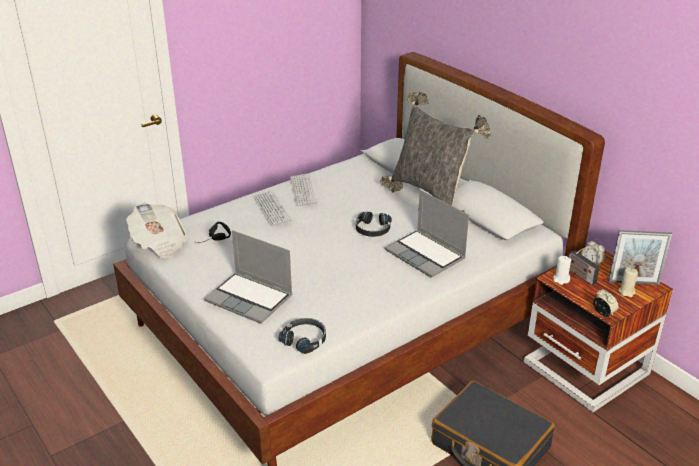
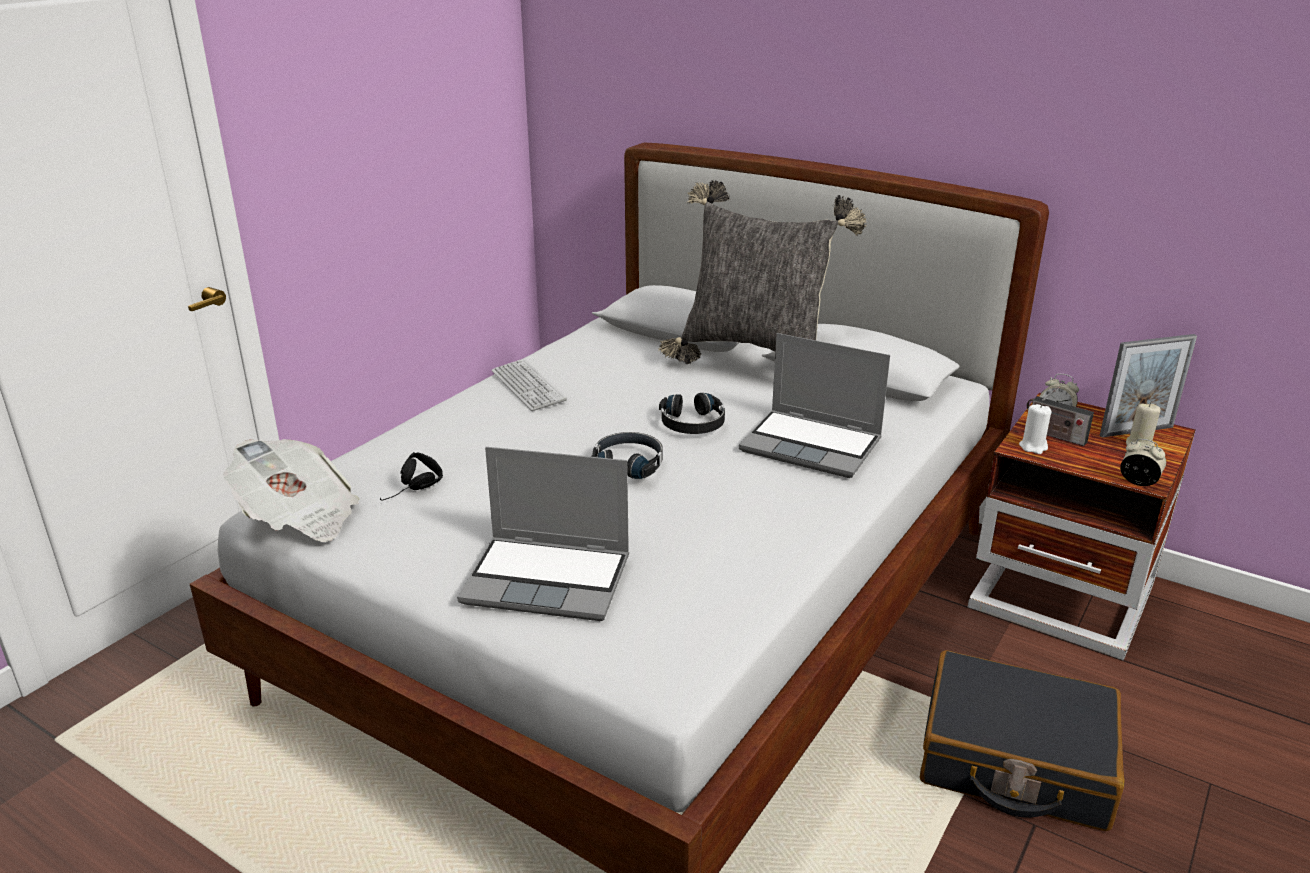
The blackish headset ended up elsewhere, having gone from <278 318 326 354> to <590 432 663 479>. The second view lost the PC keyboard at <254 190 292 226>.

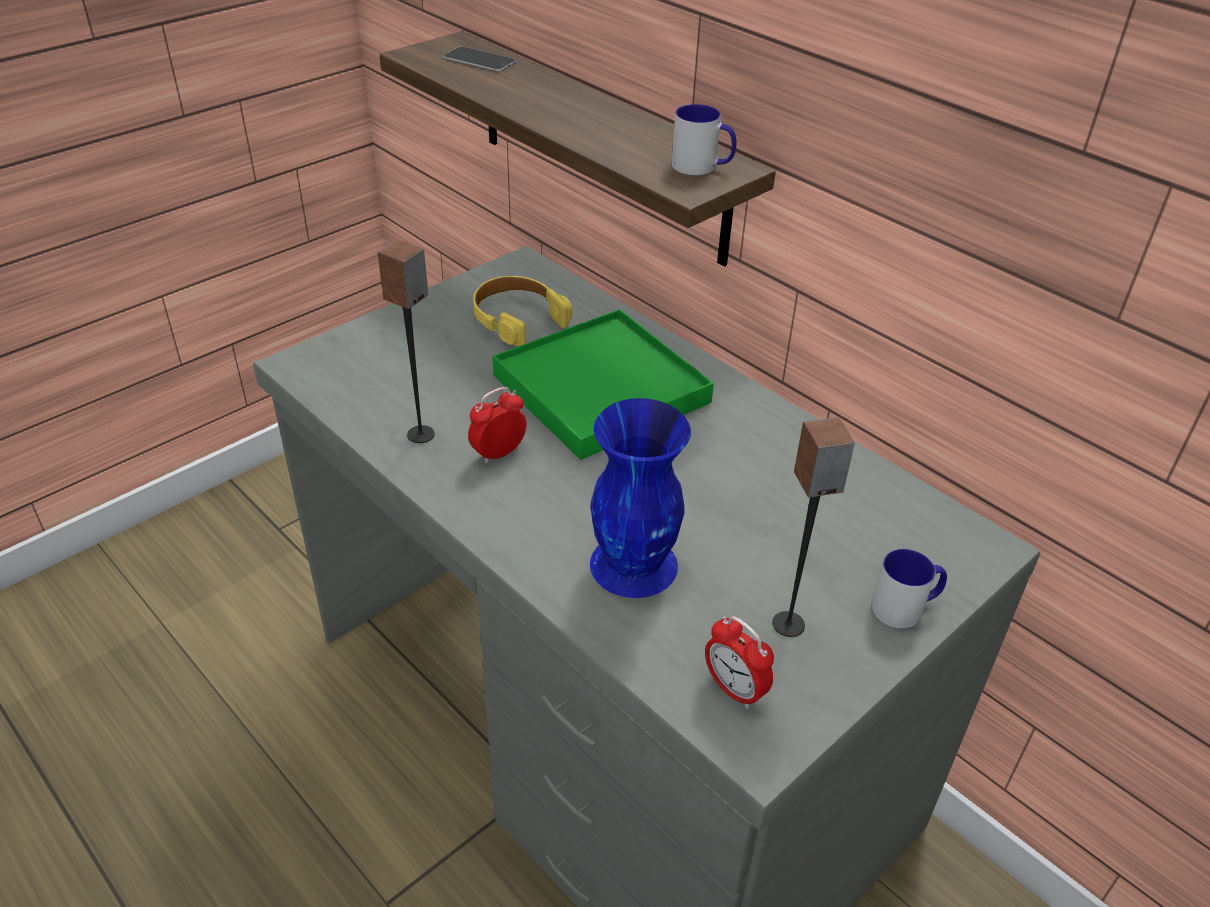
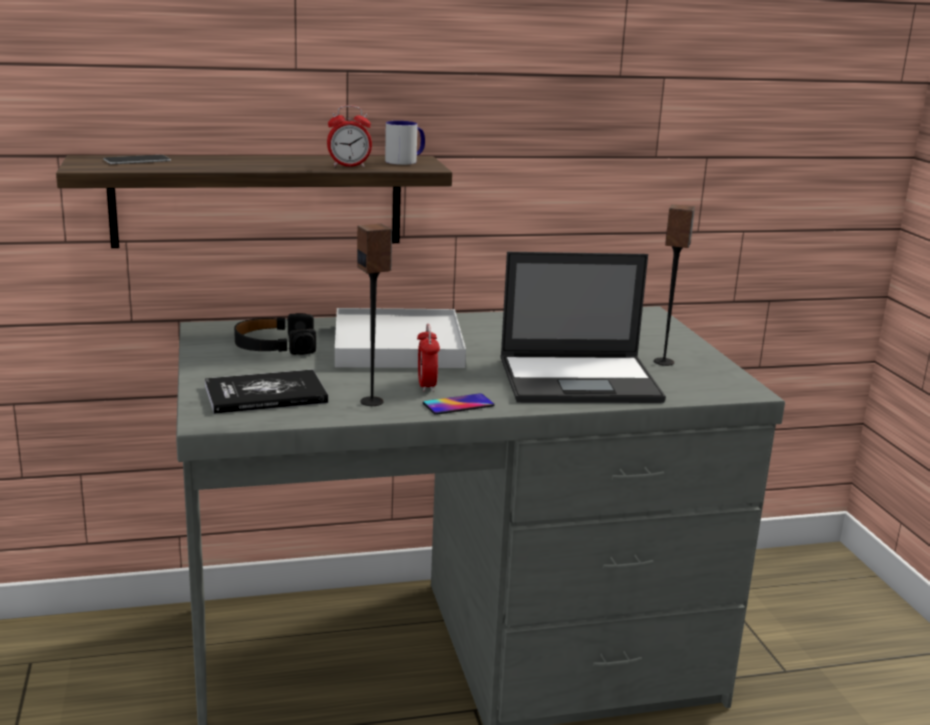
The second view gained the book at <205 370 328 414>. What was the yellow headset at <473 276 572 346> turned into the blackish headset at <234 313 316 355>. The table clock ended up elsewhere, having gone from <705 616 774 709> to <327 105 372 167>. What was the green-coloured tray at <493 309 714 460> turned into the white-coloured tray at <335 308 466 368>. The second view gained the phone at <423 393 495 415>. Where the blue-coloured decorative vase stood at <590 398 691 598>, the laptop came to stand at <500 252 666 403>. The second view lost the mug at <871 549 947 628>.

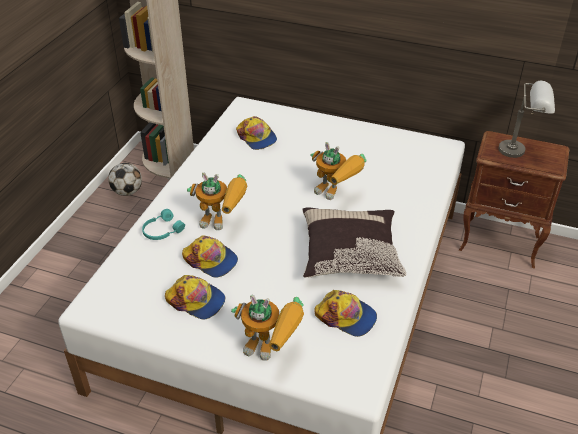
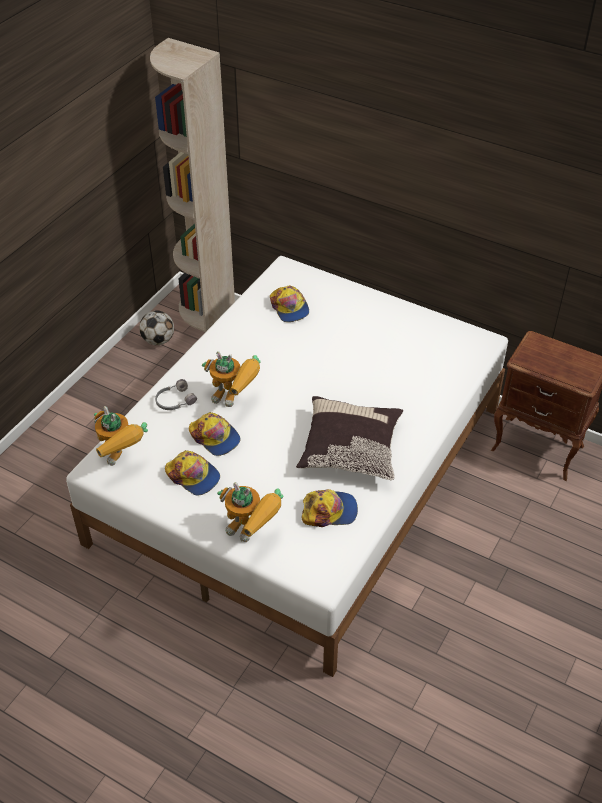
The model robot ended up elsewhere, having gone from <310 142 367 200> to <94 406 148 466>. What was the turquoise-coloured headset at <142 209 185 240> turned into the gray headset at <155 379 197 410>. The peaked cap at <314 290 377 337> ended up facing another way, 45 degrees counterclockwise from before. The second view lost the gray lamp for a table at <498 81 555 158>.

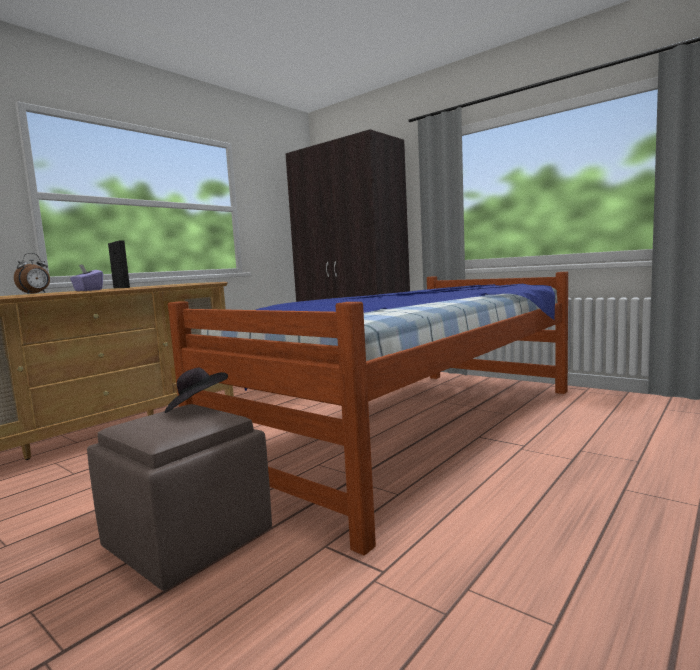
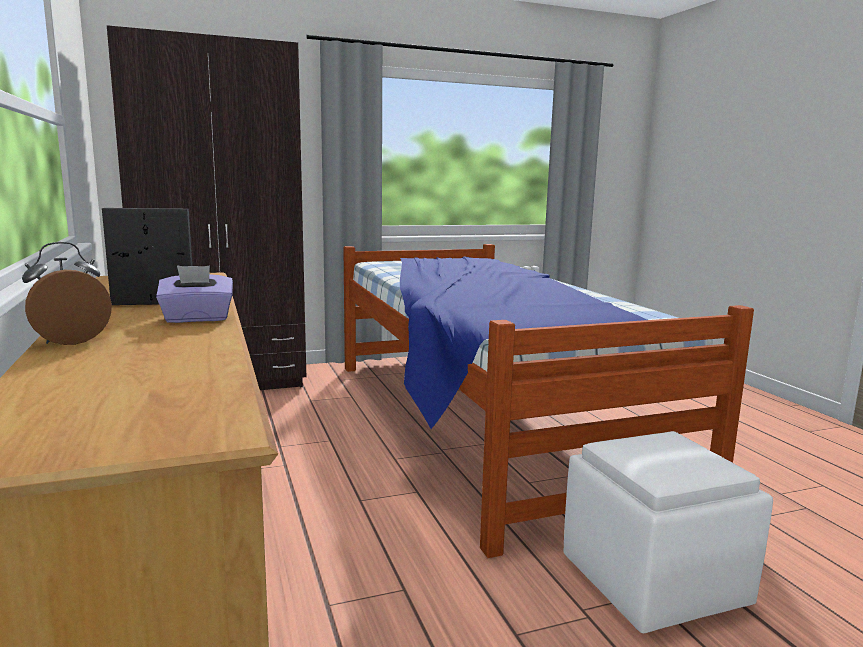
The table clock at <14 253 50 294> ended up facing another way, 105 degrees counterclockwise from before. What was the brownish footrest at <87 404 272 591> turned into the white-coloured footrest at <564 431 773 633>. The second view lost the blackish hat at <165 368 228 413>.

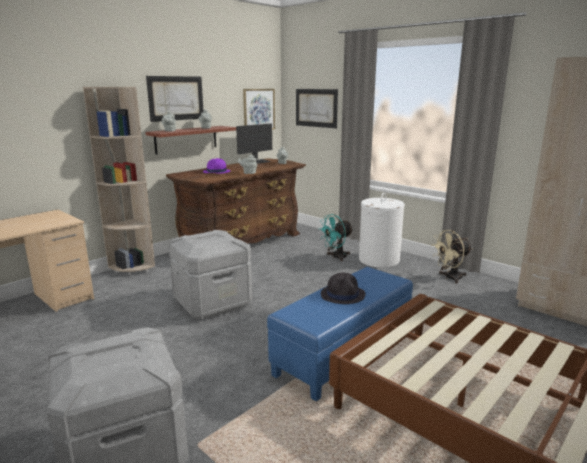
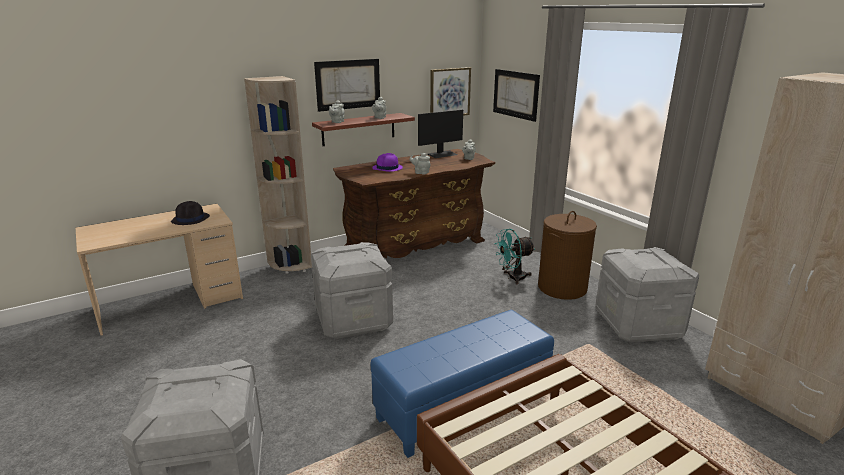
The blackish hat ended up elsewhere, having gone from <321 273 365 304> to <171 201 210 225>. What was the white-coloured laundry basket at <359 193 405 268> turned into the brownish laundry basket at <538 211 597 300>. Where the sand-coloured electric fan stood at <431 230 473 283>, the gray storage bin came to stand at <595 247 699 343>.

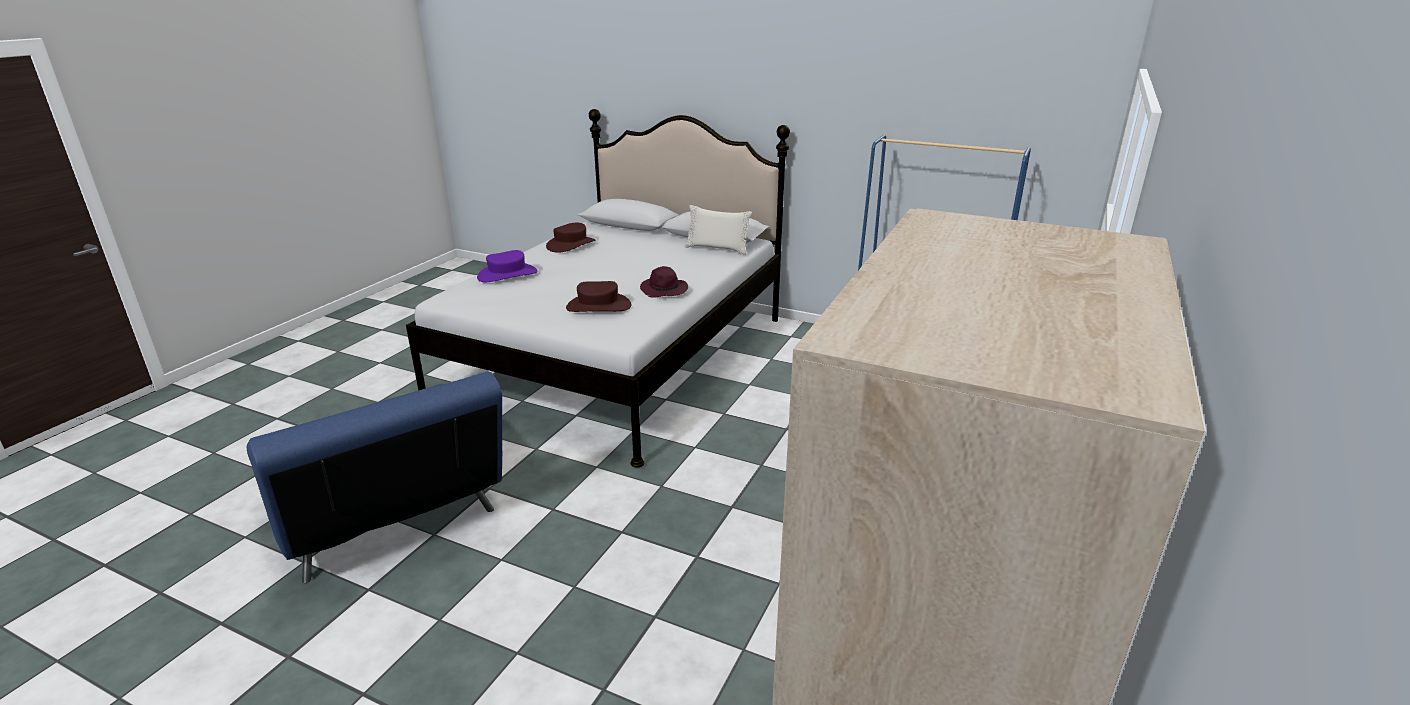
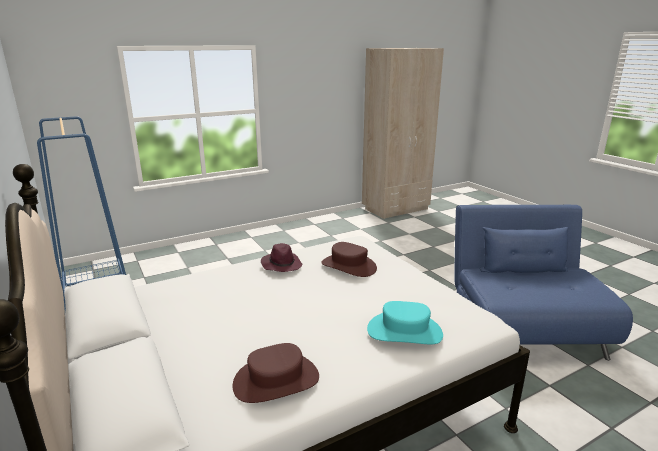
What was the purple hat at <477 250 538 282> turned into the turquoise-coloured hat at <367 301 443 344>. The second view lost the white-coloured pillow at <685 205 752 255>.

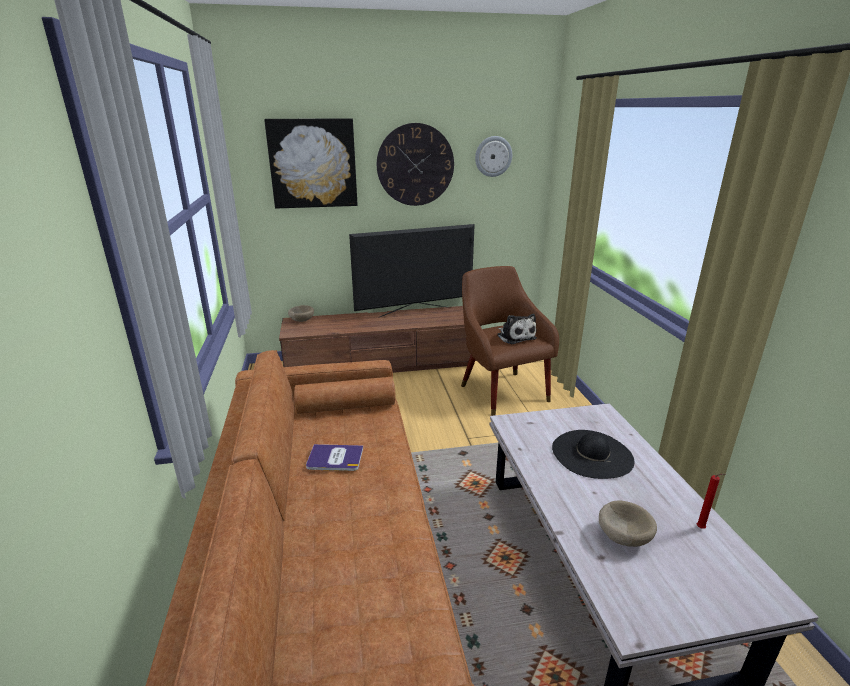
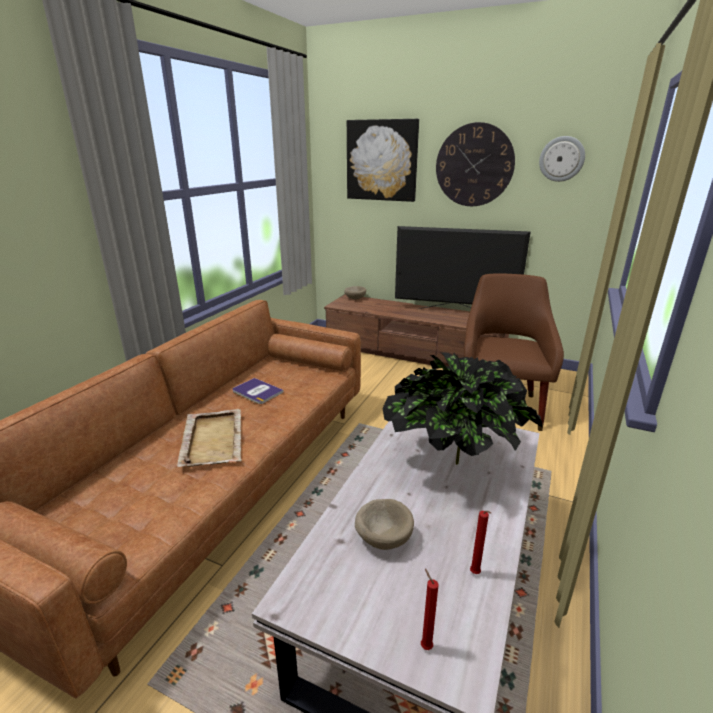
The second view gained the sand-coloured tray at <177 409 242 467>. Where the blackish hat stood at <552 430 634 479>, the potted plant came to stand at <383 352 542 465>. The second view gained the red wax light at <421 569 438 650>. The second view lost the cuddly toy at <497 314 537 344>.

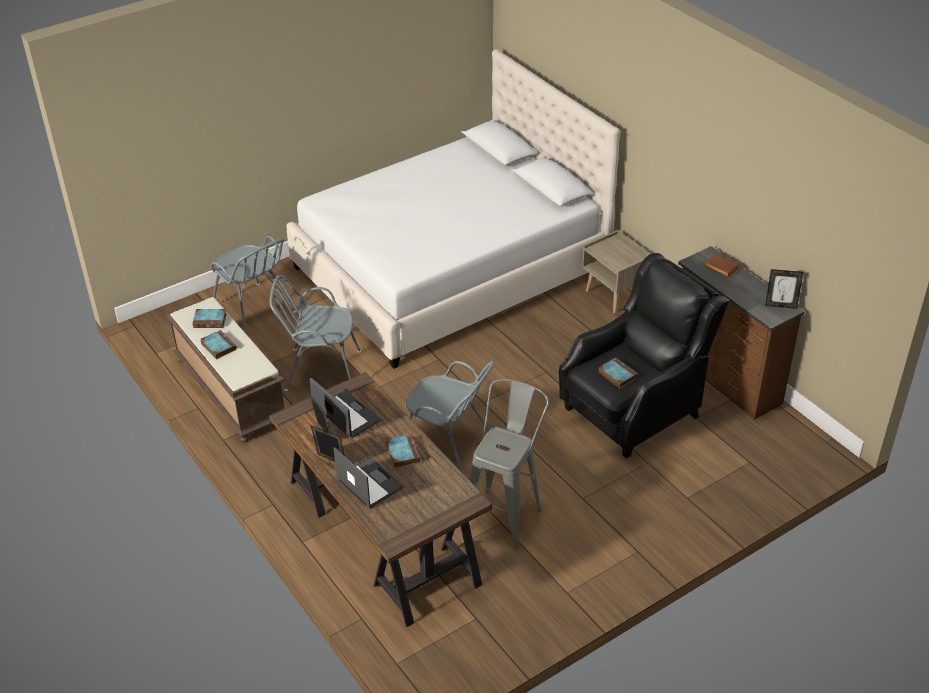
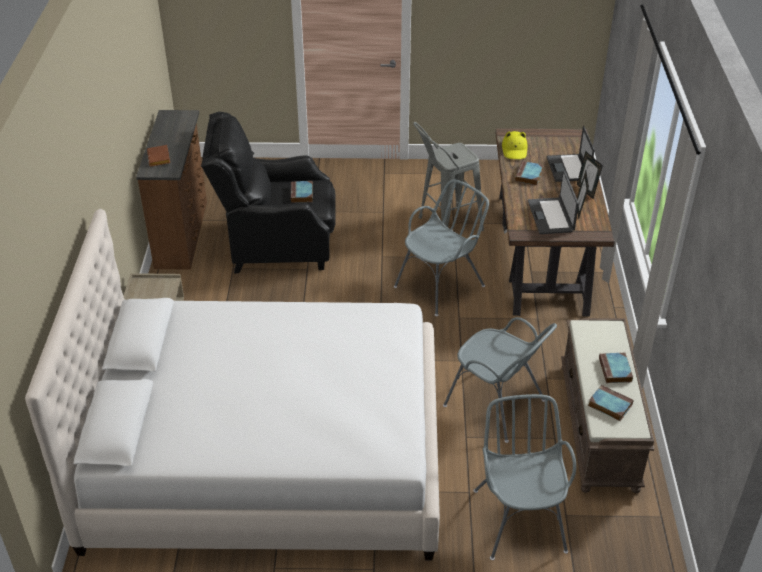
The gray plain chair at <406 361 494 473> ended up facing another way, 75 degrees clockwise from before. The second view gained the yellow hat at <502 131 528 159>. The second view lost the photo frame at <765 269 804 309>.

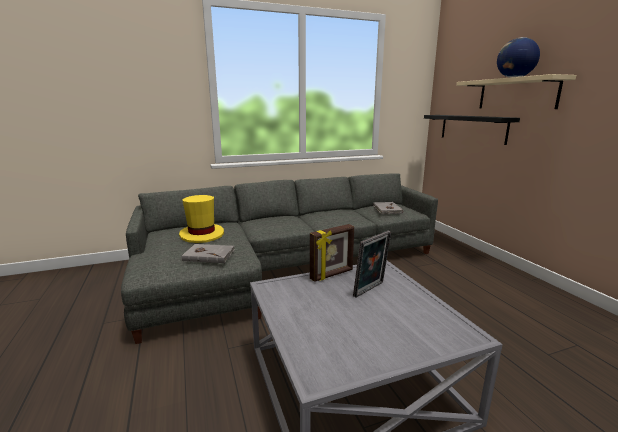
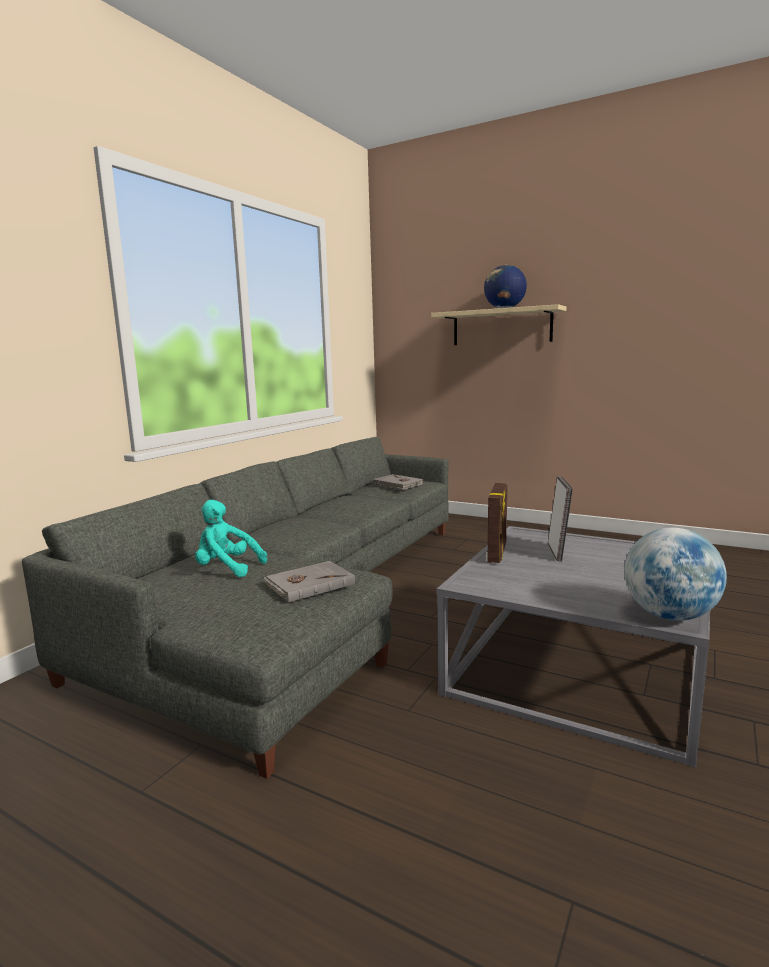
Where the yellow hat stood at <179 195 224 243>, the turquoise-coloured cuddly toy came to stand at <195 500 267 577>. The second view gained the desk globe at <624 528 727 621>. The second view lost the blackish wall shelf at <424 115 520 145>.

